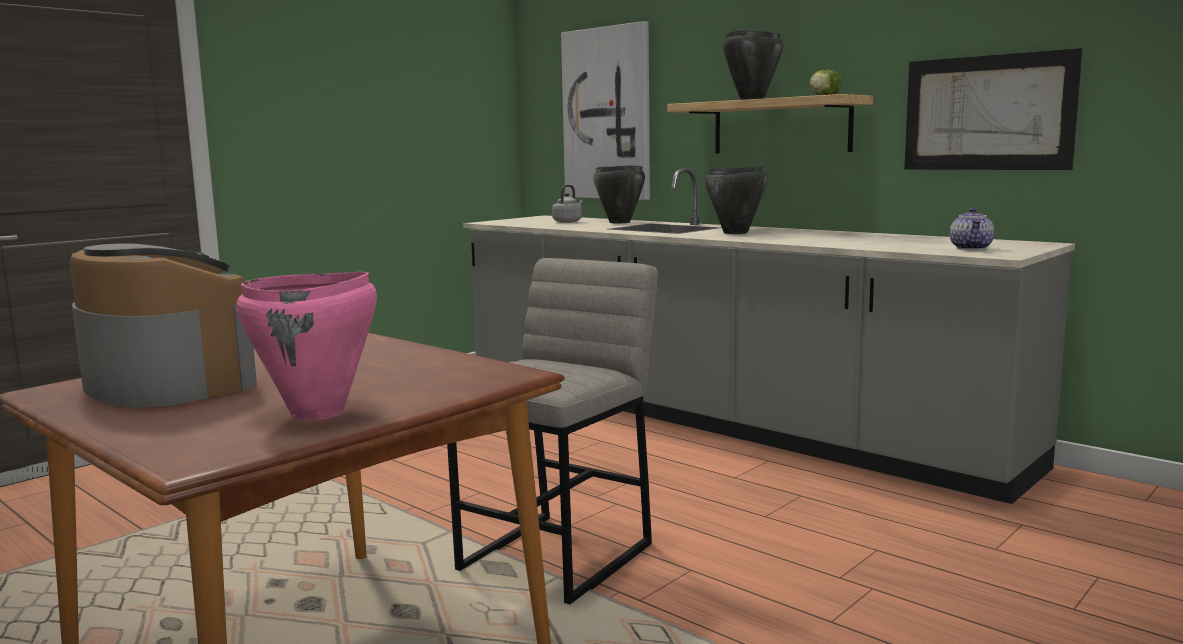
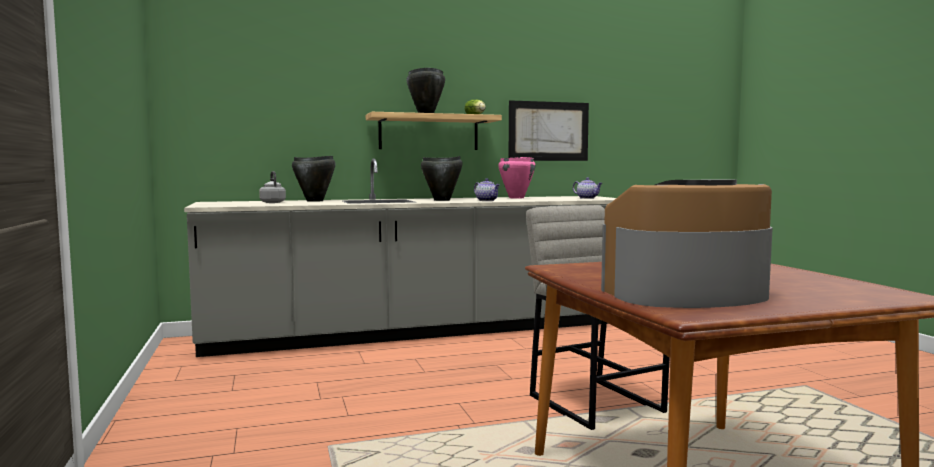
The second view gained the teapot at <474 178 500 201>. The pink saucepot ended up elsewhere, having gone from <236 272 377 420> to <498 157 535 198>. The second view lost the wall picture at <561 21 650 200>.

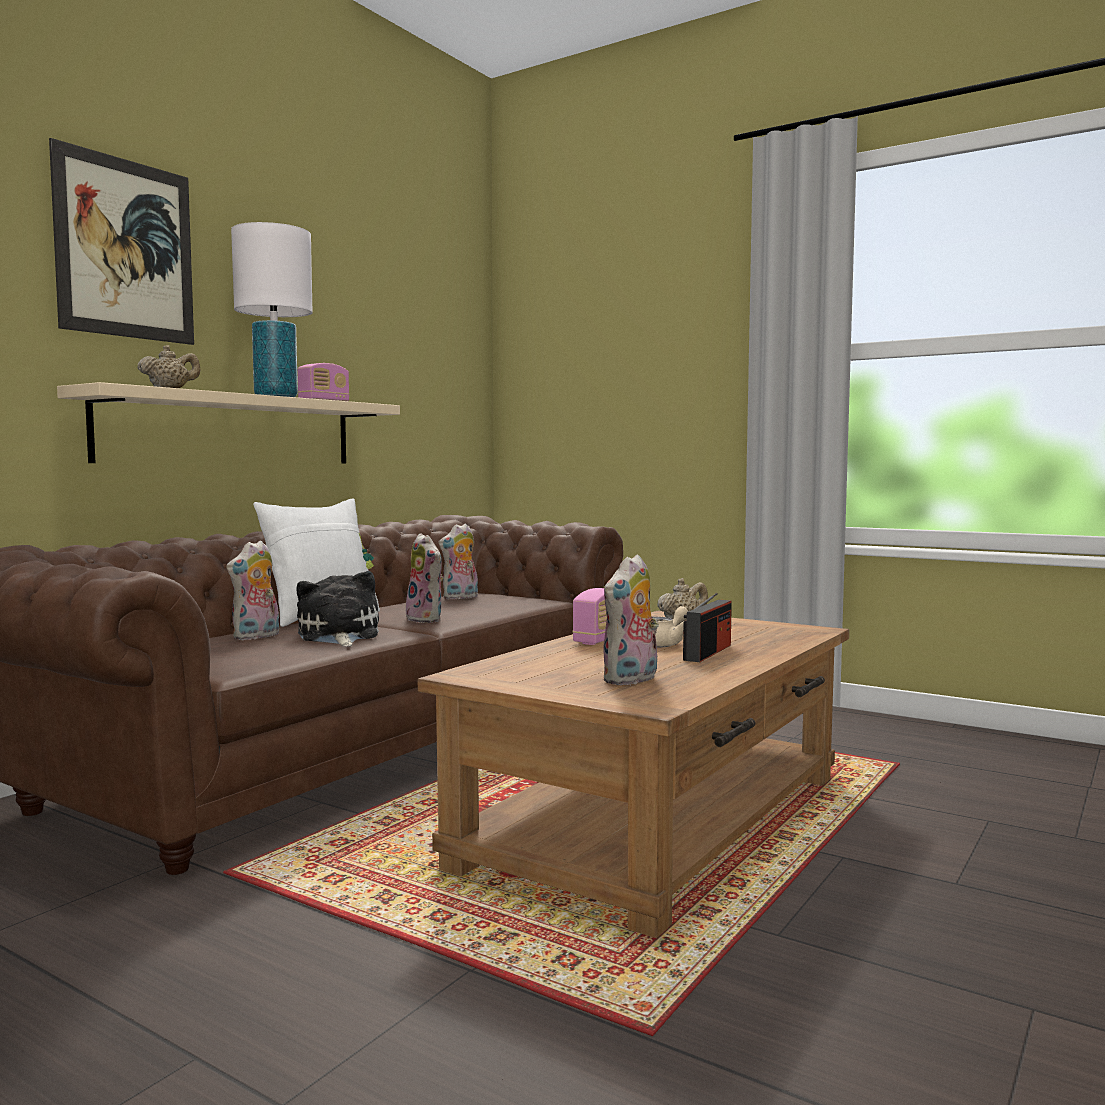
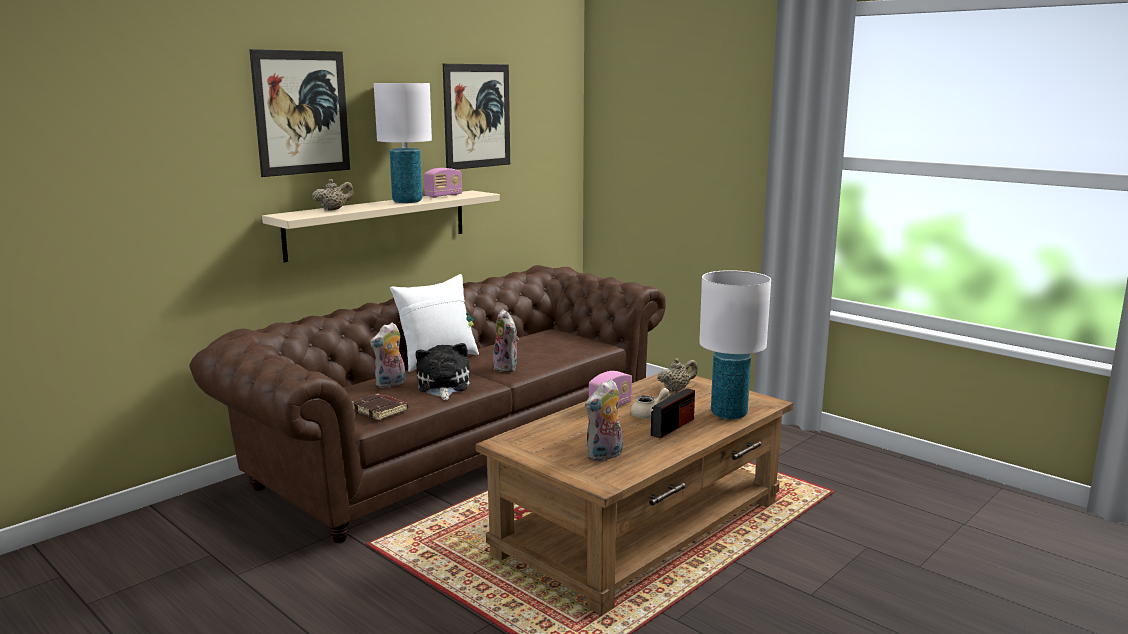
The second view gained the brownish book at <352 393 408 420>. The second view gained the wall picture at <443 64 510 170>. The second view gained the white-coloured lamp for a table at <699 270 771 419>. The second view lost the cuddly toy at <439 524 478 600>.

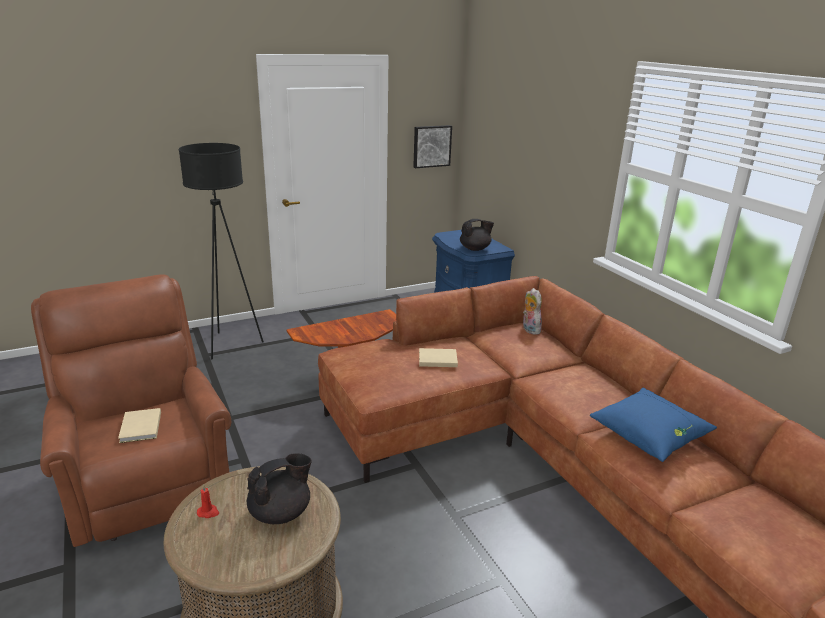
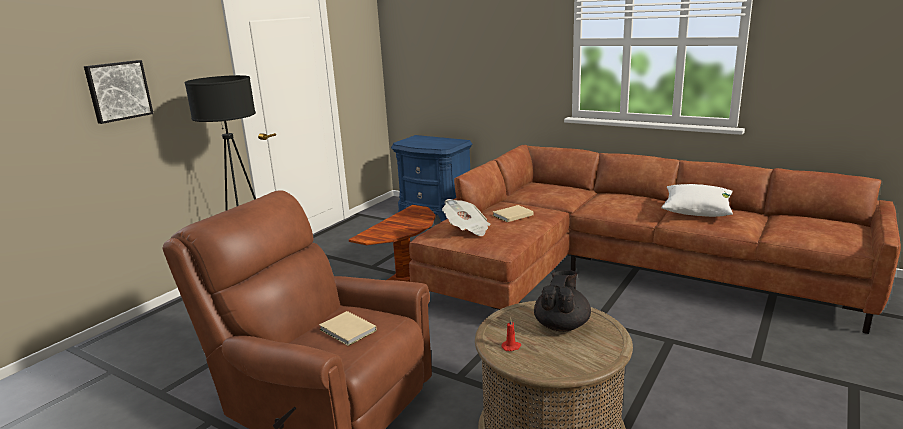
The wall picture ended up elsewhere, having gone from <413 125 452 168> to <84 60 154 124>. The second view gained the daily paper at <442 199 490 236>. What was the blue-coloured pillow at <590 388 717 462> turned into the white-coloured pillow at <661 184 733 217>. The second view lost the blackish teapot at <460 219 494 251>. The second view lost the cuddly toy at <523 288 542 335>.

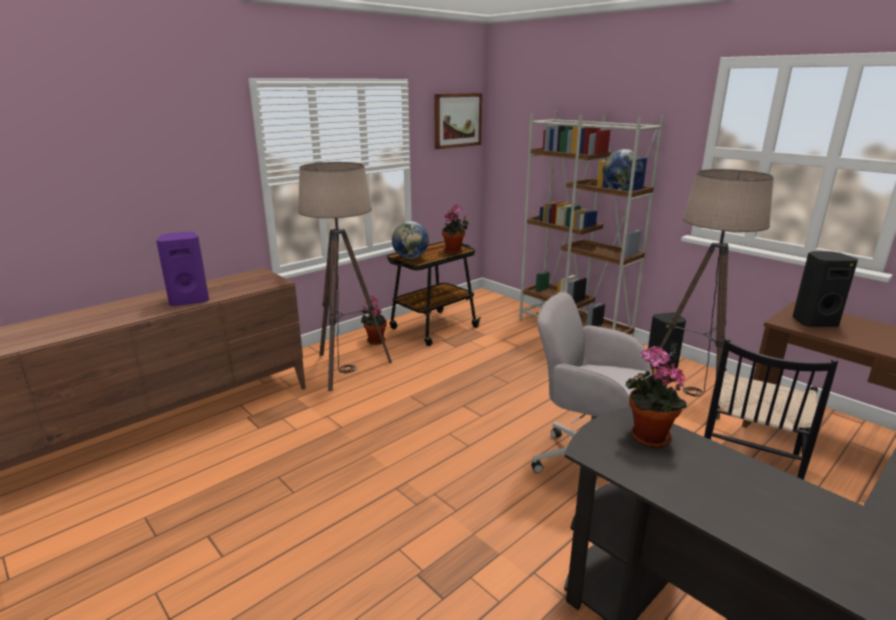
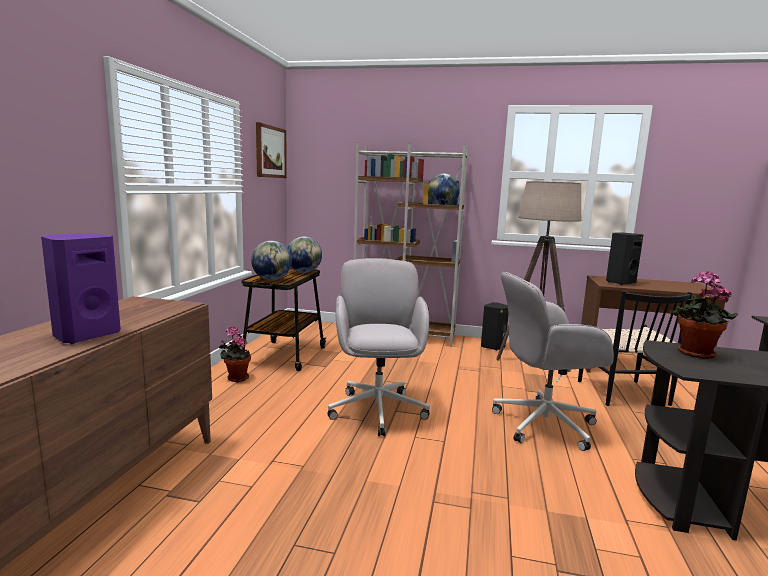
Where the potted plant stood at <442 204 469 254>, the desk globe came to stand at <287 237 322 273>. The second view gained the gray desk chair at <327 258 430 436>. The second view lost the standard lamp at <298 162 392 391>.

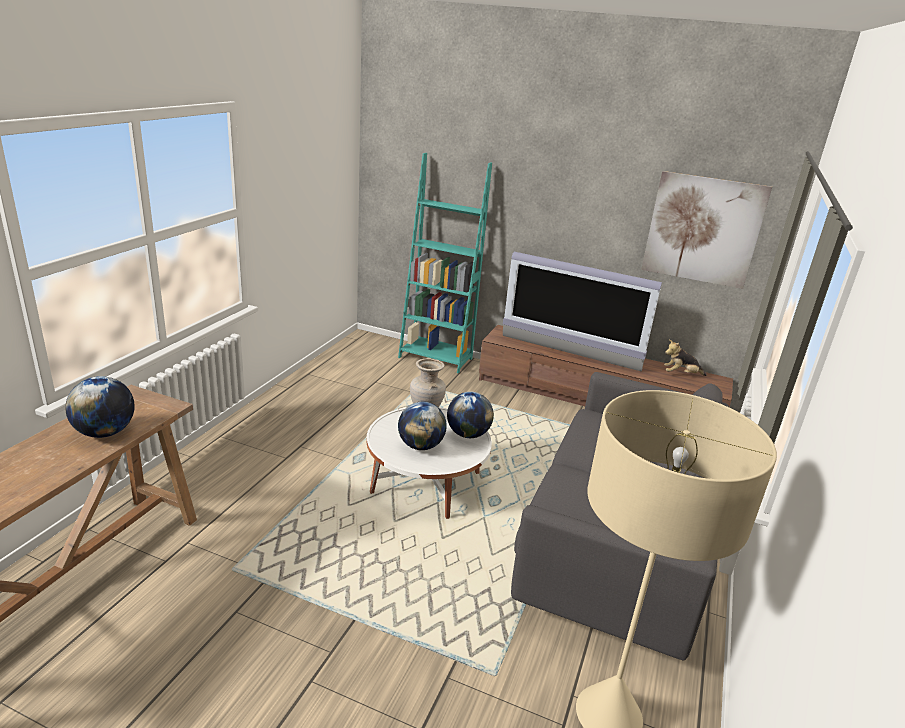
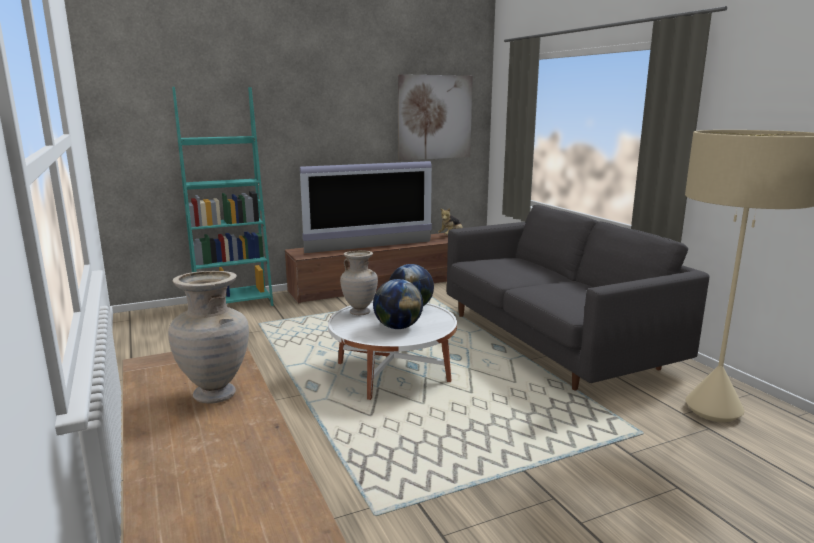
Where the desk globe stood at <65 376 135 438>, the sand-coloured decorative vase came to stand at <168 271 249 404>.

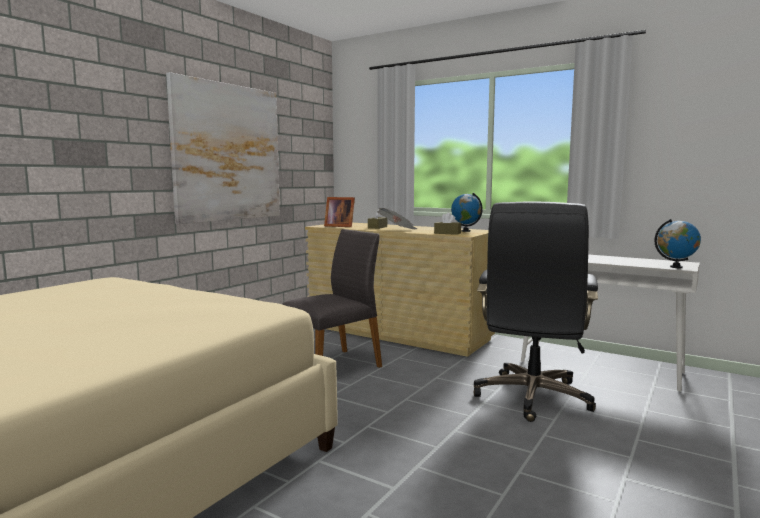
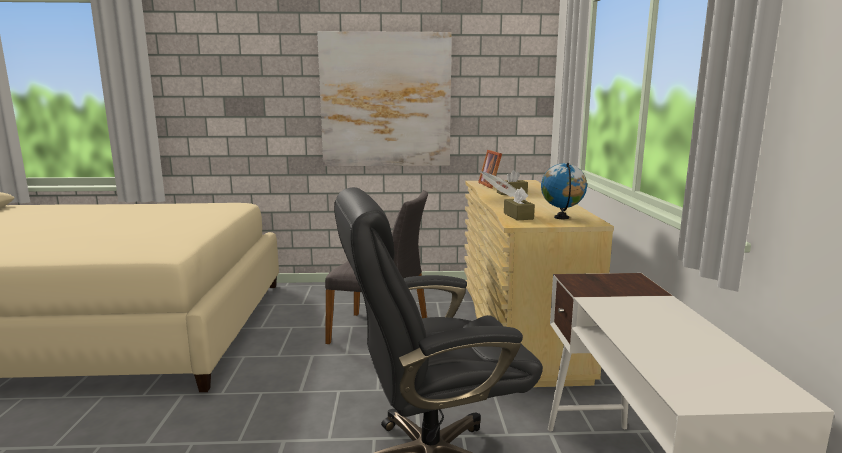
The second view lost the desk globe at <654 219 701 268>.

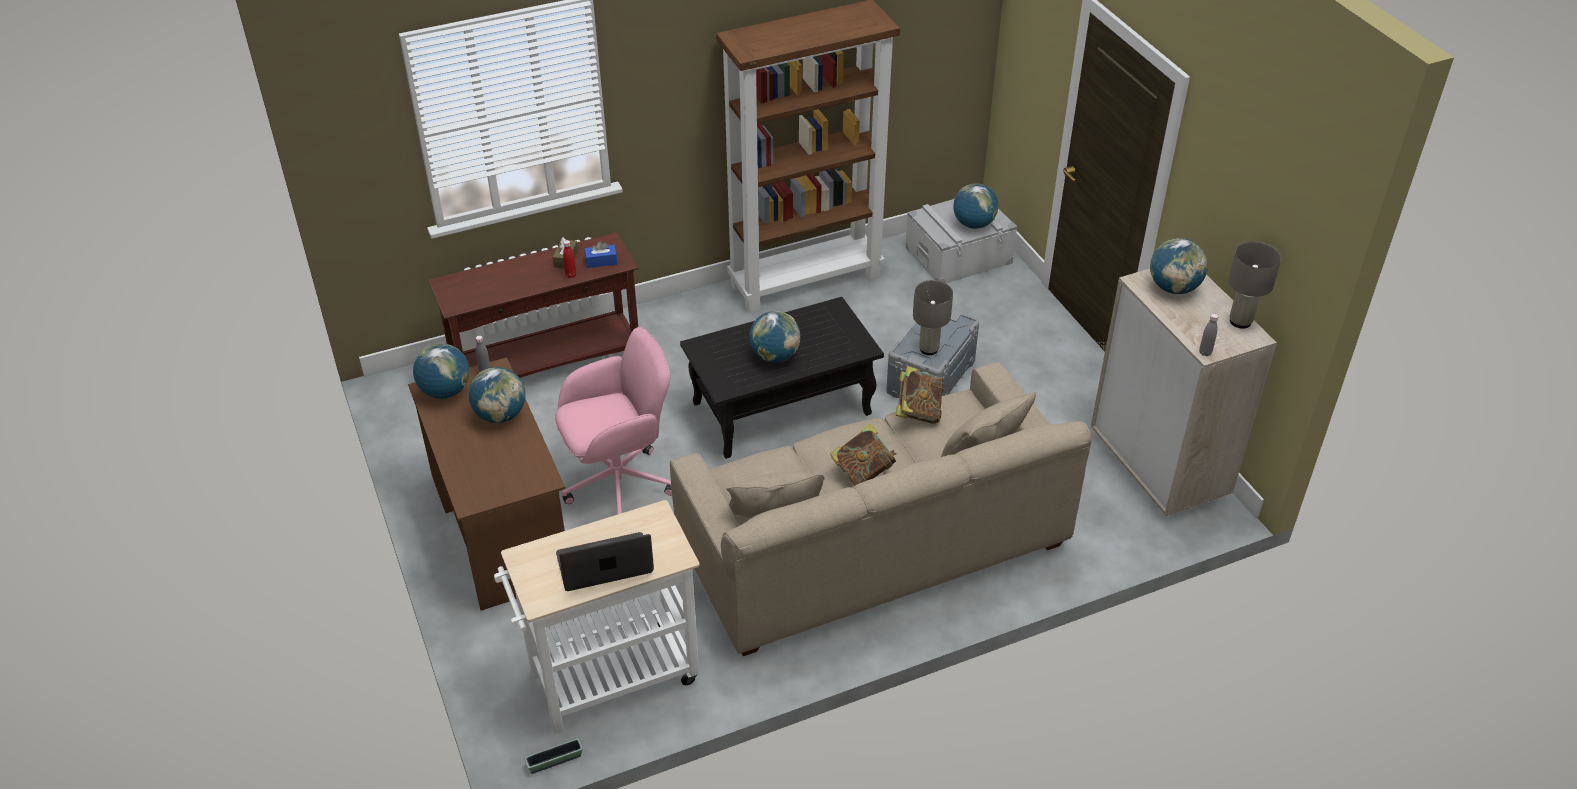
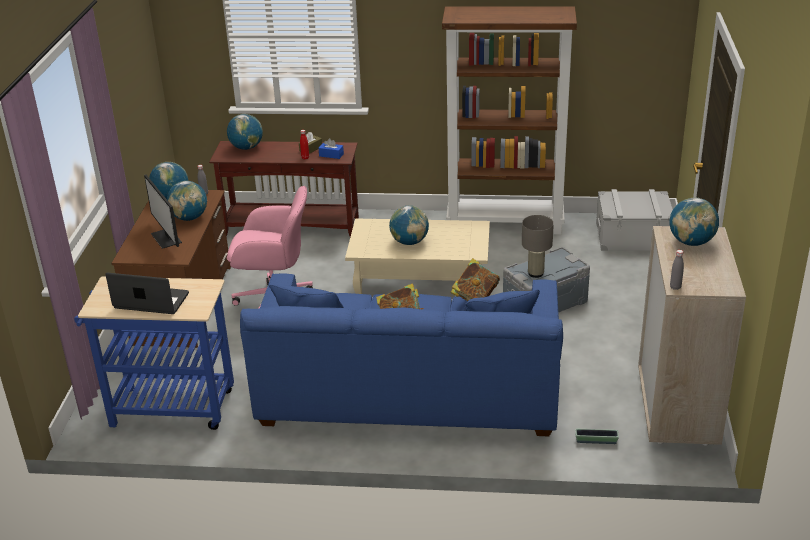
What was the white-coloured trolley at <494 500 699 734> turned into the blue-coloured trolley at <74 277 234 430>. The second view gained the computer screen at <144 175 182 249>. The desk globe ended up elsewhere, having gone from <953 184 998 229> to <227 114 263 150>. What was the sand-coloured settee at <670 362 1092 656> turned into the blue-coloured settee at <240 273 563 436>. What was the blackish low table at <680 297 884 459> turned into the sand-coloured low table at <345 219 490 294>. The flower pot ended up elsewhere, having gone from <525 738 582 774> to <575 429 619 444>. The second view lost the gray lamp for a table at <1229 241 1281 329>.

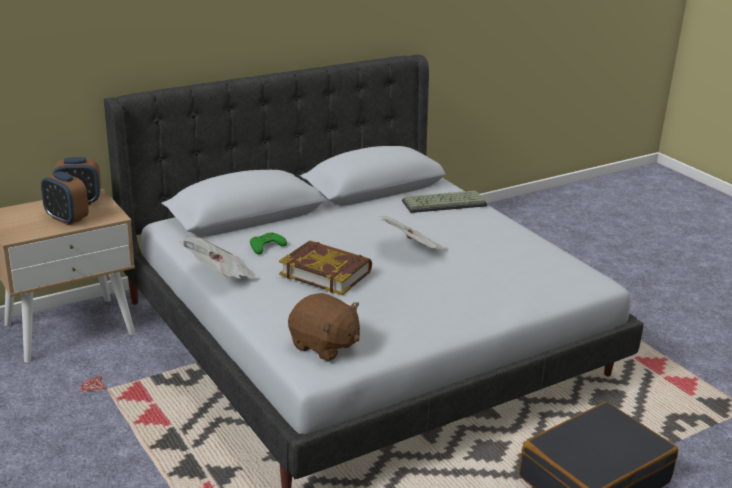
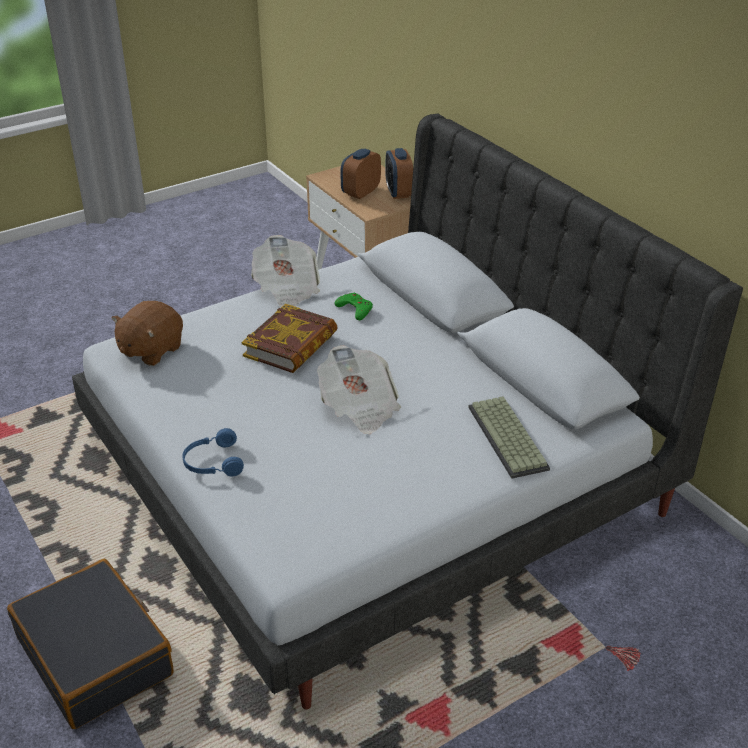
The second view gained the blue-coloured headset at <182 428 244 476>.

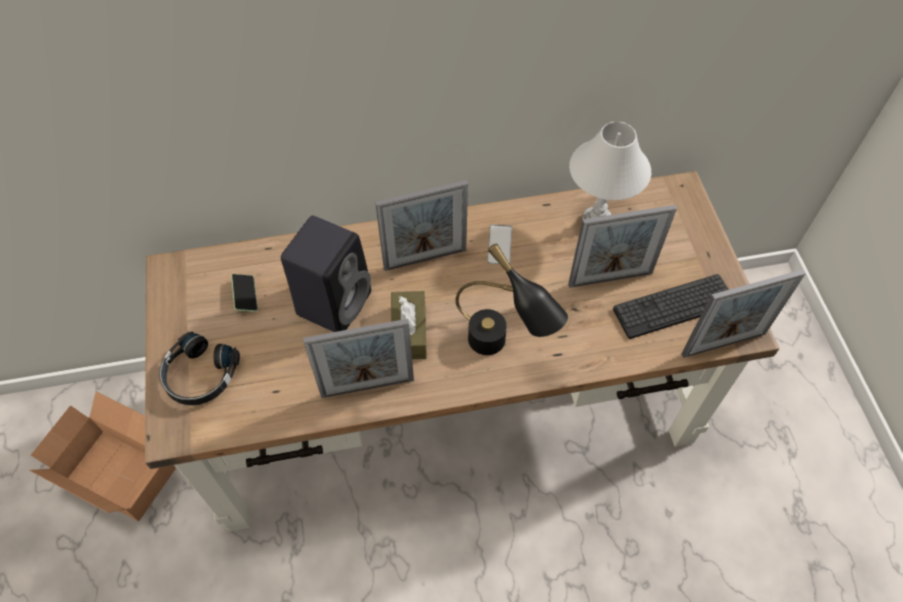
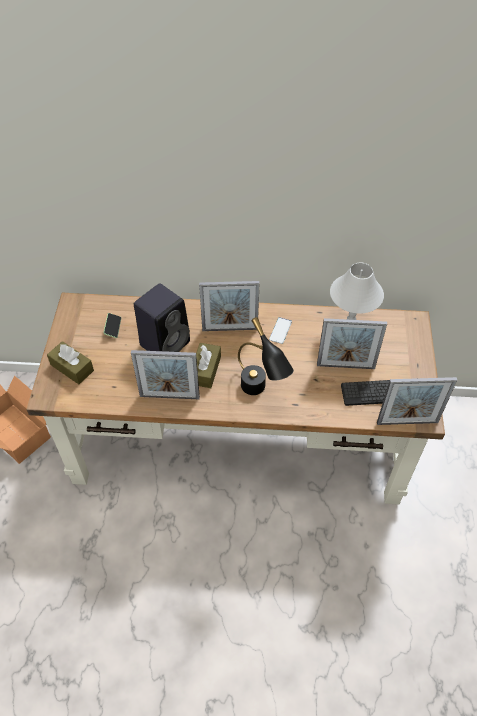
Where the blackish headset stood at <159 331 240 405>, the brownish tissue holder came to stand at <47 341 94 384>.

